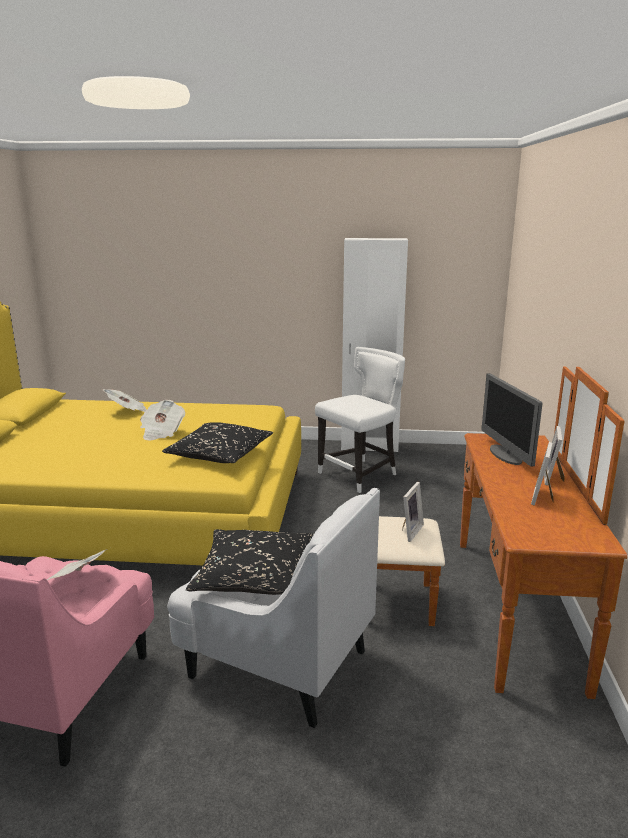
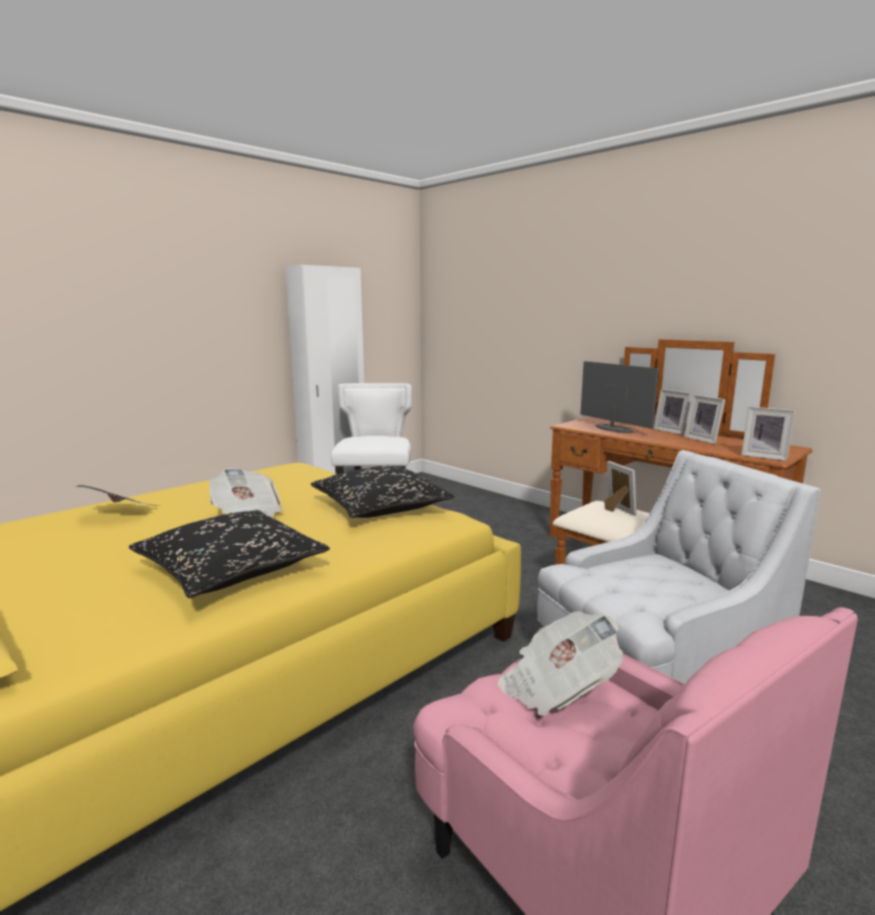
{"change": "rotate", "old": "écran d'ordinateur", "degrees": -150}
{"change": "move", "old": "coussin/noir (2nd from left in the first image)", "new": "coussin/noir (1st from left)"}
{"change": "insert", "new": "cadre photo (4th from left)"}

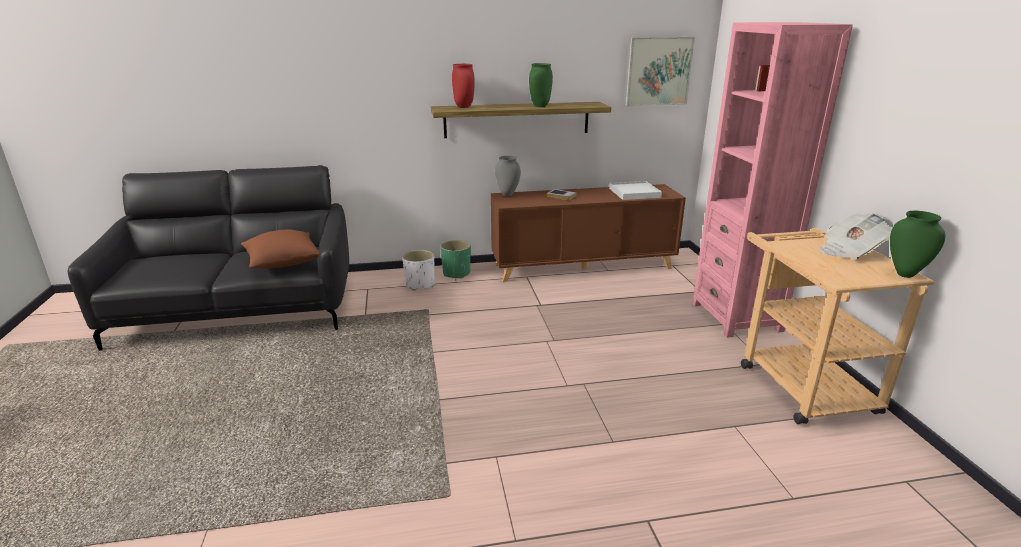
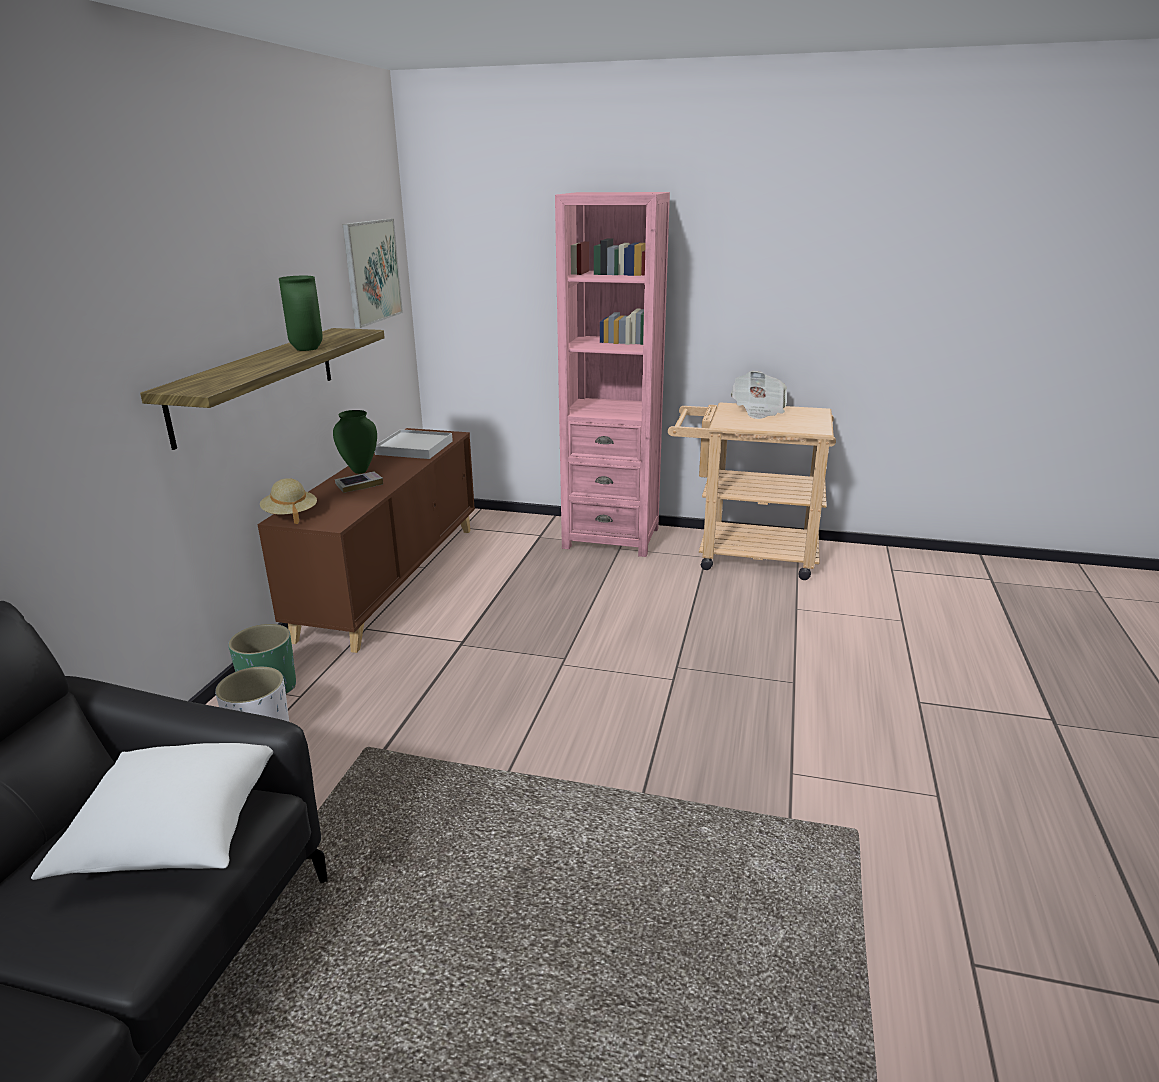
{"change": "delete", "old": "vase/rouge"}
{"change": "replace", "old": "vase/gris", "new": "chapeau/beige"}
{"change": "move", "old": "vase/vert (2nd from left)"}
{"change": "recolor", "old": "coussin/marron", "new": "coussin/blanc"}

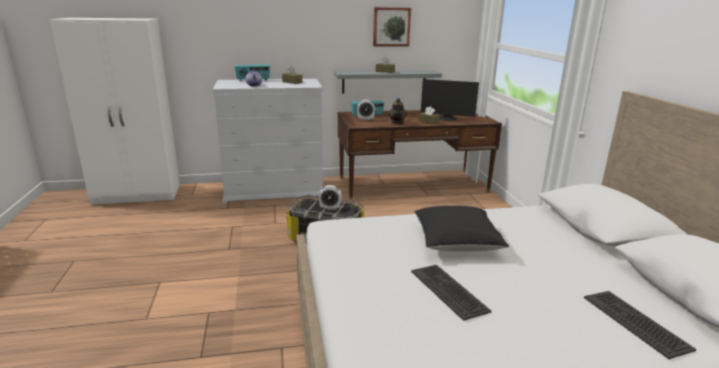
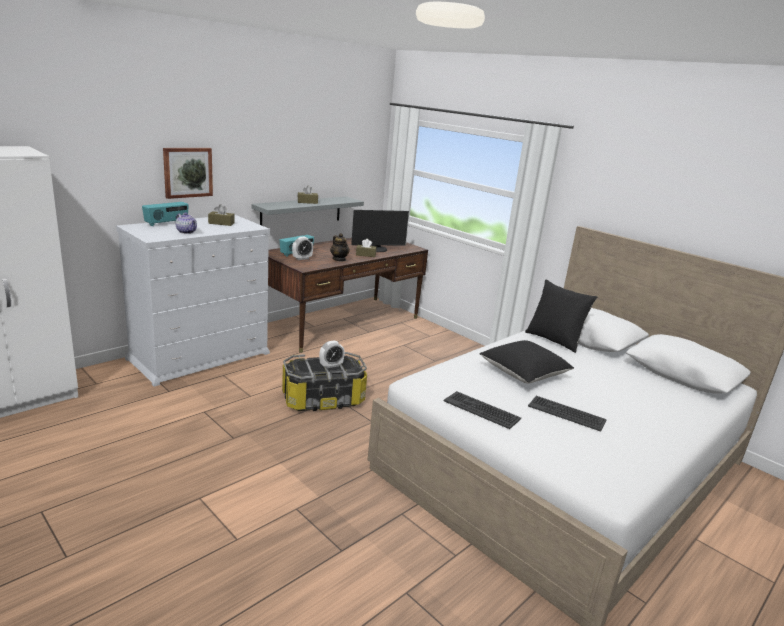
{"change": "move", "old": "tableau"}
{"change": "move", "old": "clavier (2nd from left in the first image)", "new": "clavier (1st from left)"}
{"change": "insert", "new": "coussin/noir (2nd from left)"}

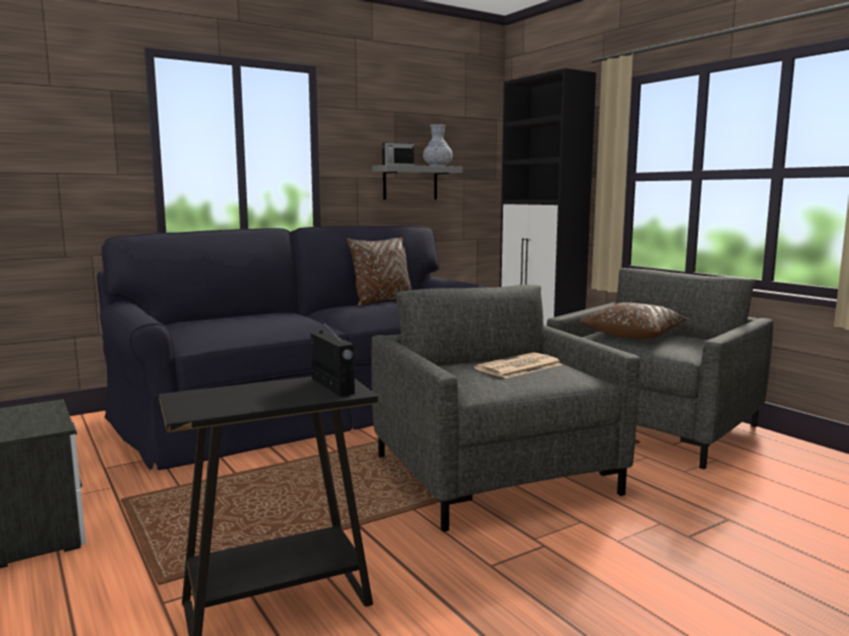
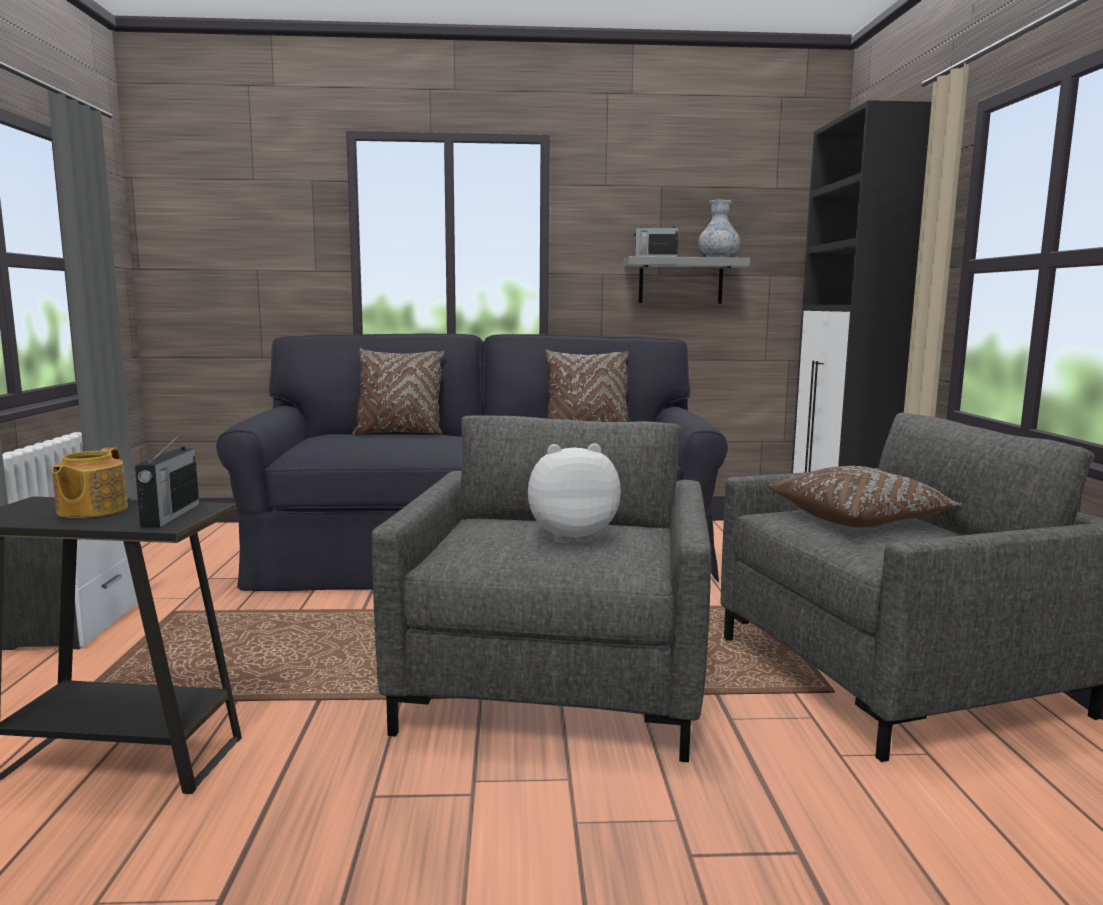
{"change": "replace", "old": "journal", "new": "peluche"}
{"change": "insert", "new": "coussin/marron (1st from left)"}
{"change": "insert", "new": "théière"}

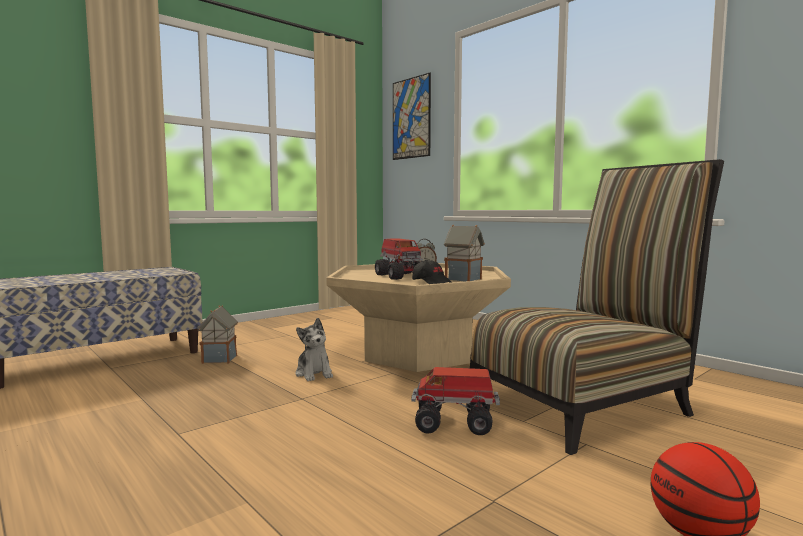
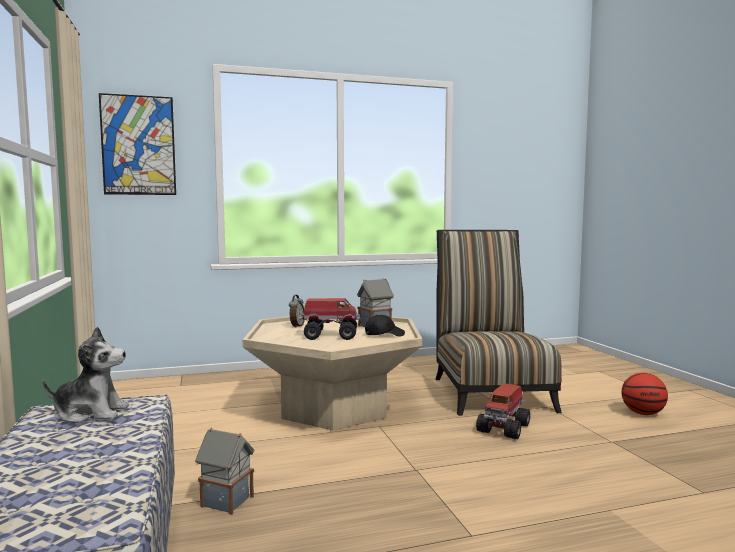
{"change": "move", "old": "peluche"}

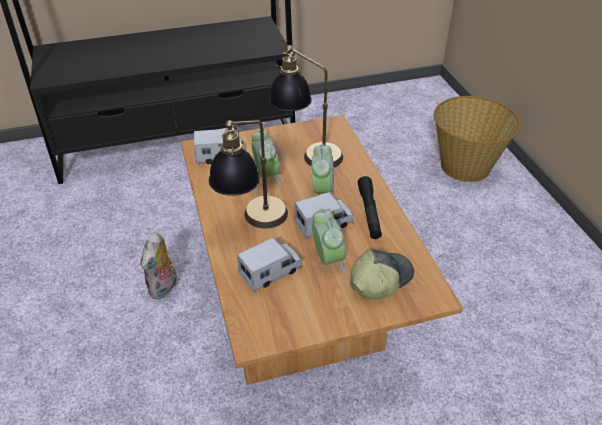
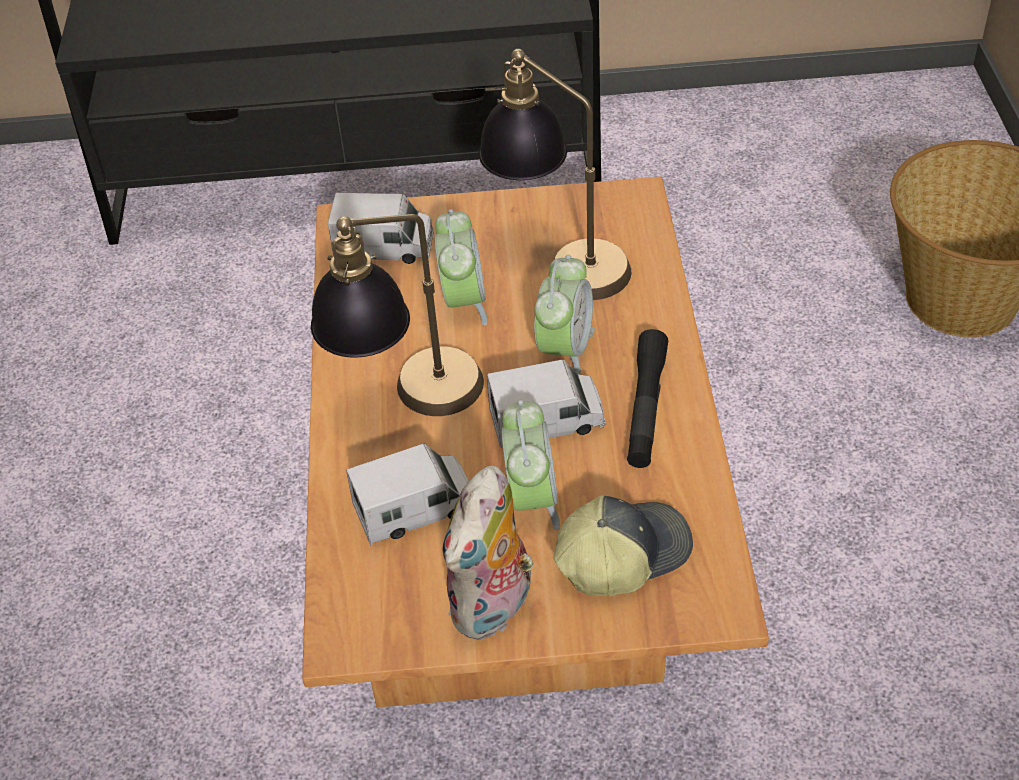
{"change": "move", "old": "peluche"}

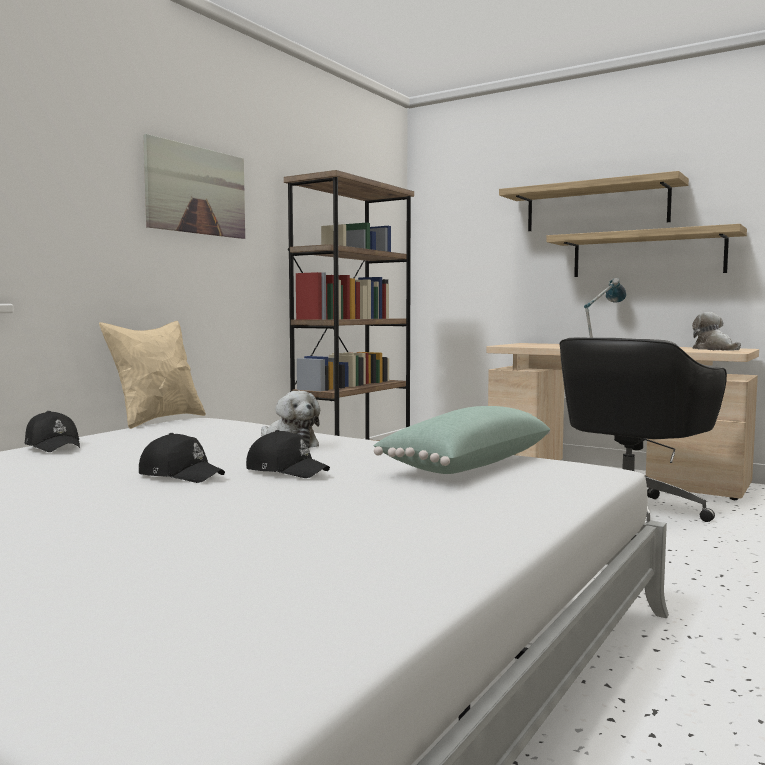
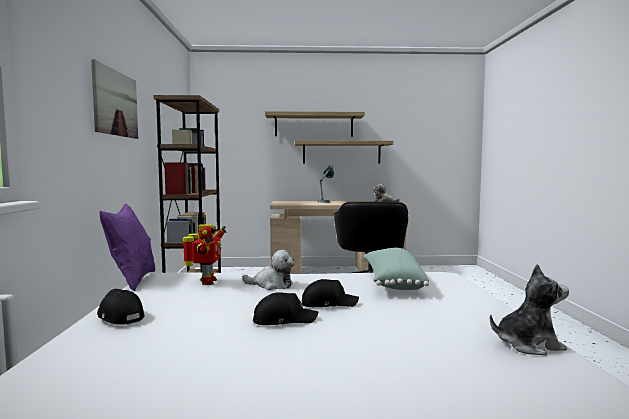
{"change": "recolor", "old": "coussin/beige", "new": "coussin/violet"}
{"change": "rotate", "old": "casquette/noir (1st from left)", "degrees": -150}
{"change": "insert", "new": "robot jouet"}
{"change": "insert", "new": "peluche (3rd from left)"}

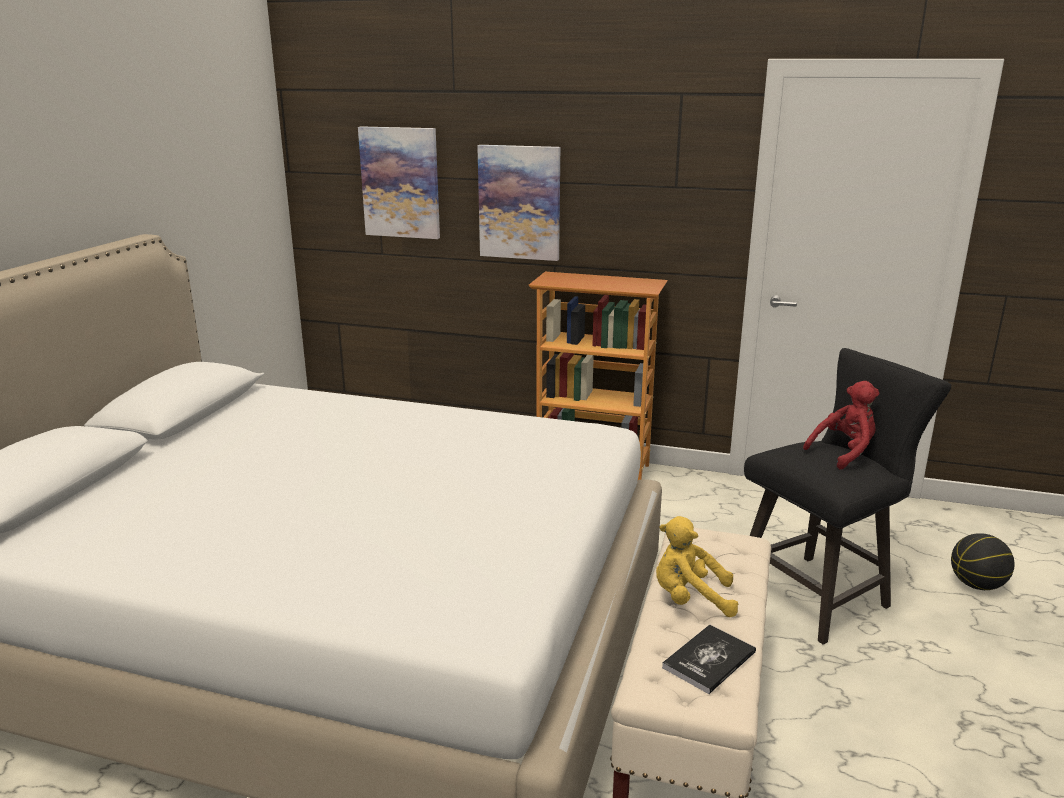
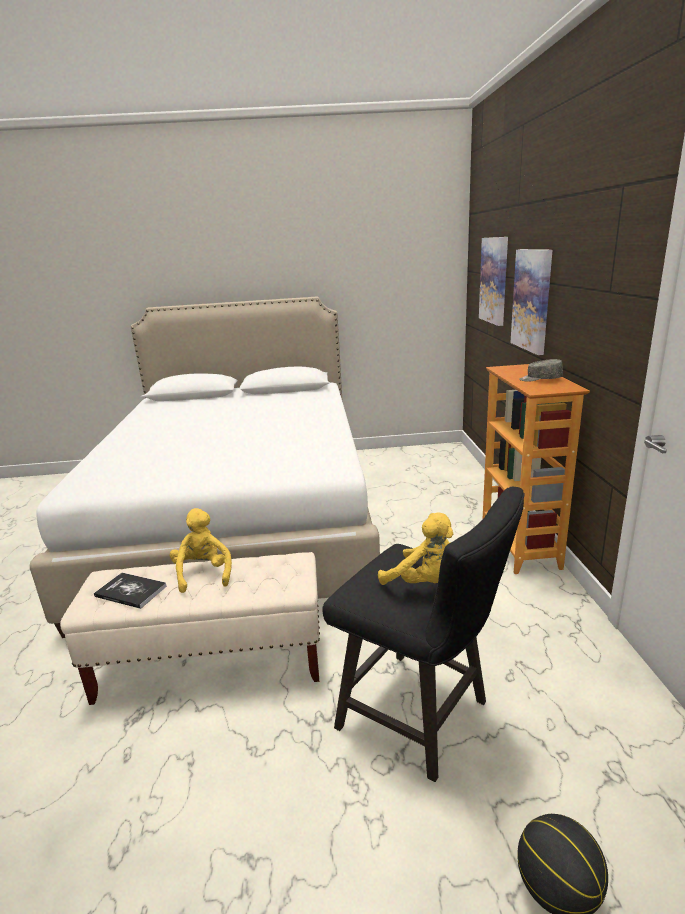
{"change": "recolor", "old": "peluche/rouge", "new": "peluche/jaune (2nd from left)"}
{"change": "insert", "new": "casquette/gris"}

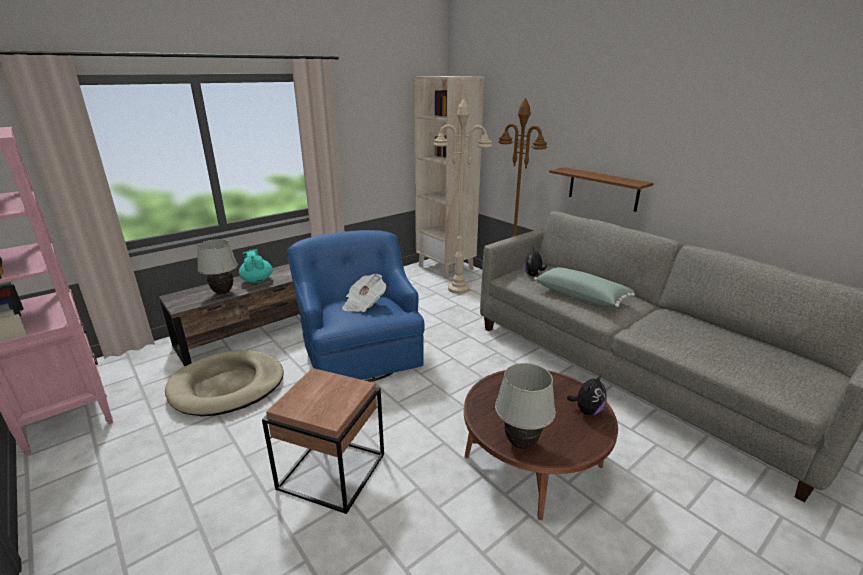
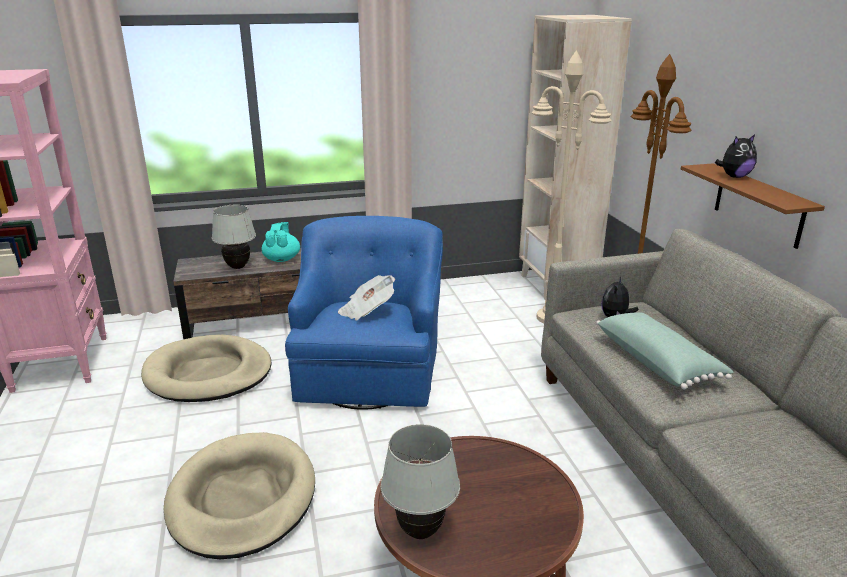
{"change": "replace", "old": "table d'appoint/marron", "new": "panier pour chien/beige (2nd from left)"}
{"change": "move", "old": "peluche (2nd from left)"}

